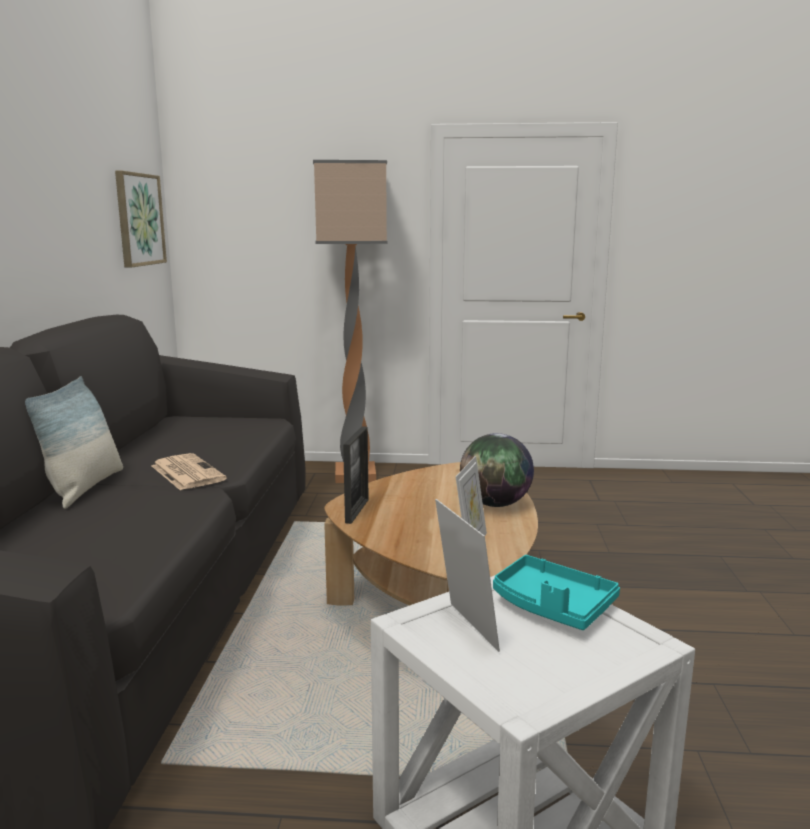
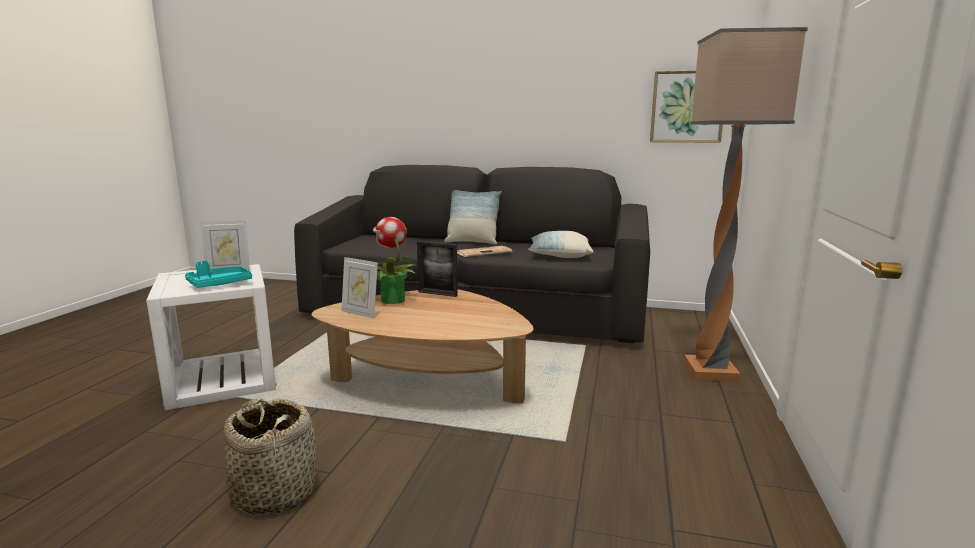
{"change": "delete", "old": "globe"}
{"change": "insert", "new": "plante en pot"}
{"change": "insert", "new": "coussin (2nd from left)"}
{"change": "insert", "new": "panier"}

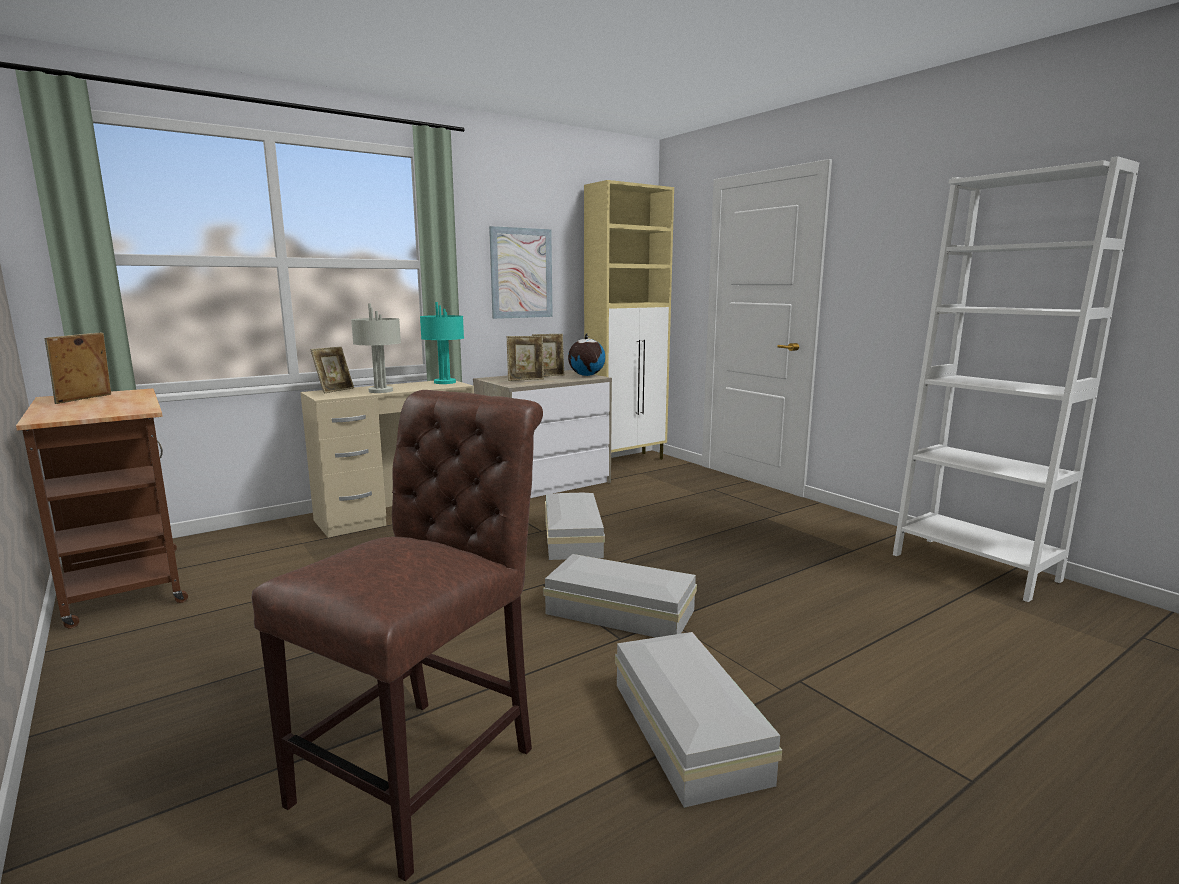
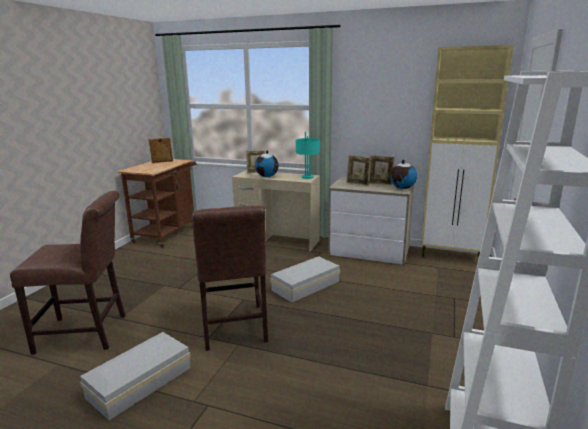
{"change": "delete", "old": "tableau"}
{"change": "replace", "old": "lampe de table/gris", "new": "globe (1st from left)"}
{"change": "replace", "old": "boîte de rangement/blanc (2nd from left)", "new": "chaise/marron (2nd from left)"}

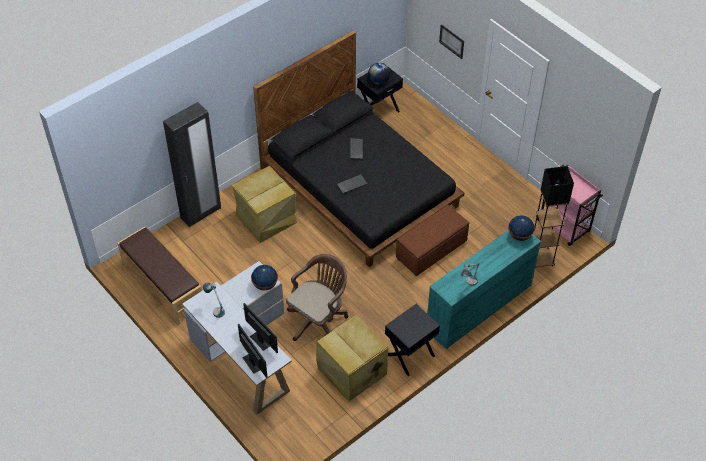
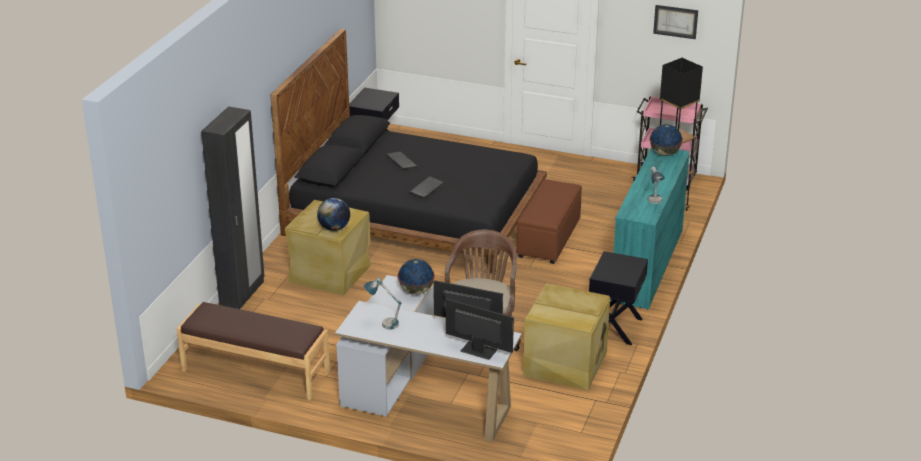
{"change": "move", "old": "tableau"}
{"change": "move", "old": "globe (2nd from left in the first image)", "new": "globe (1st from left)"}

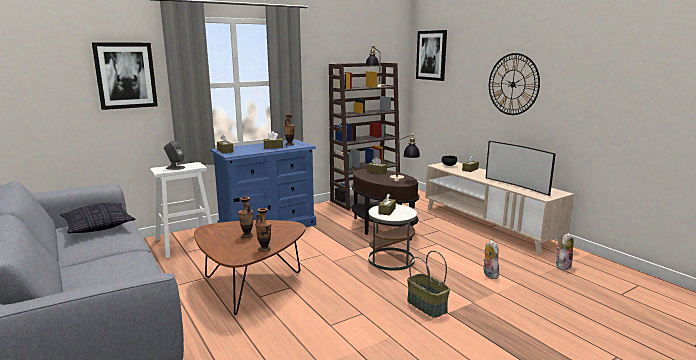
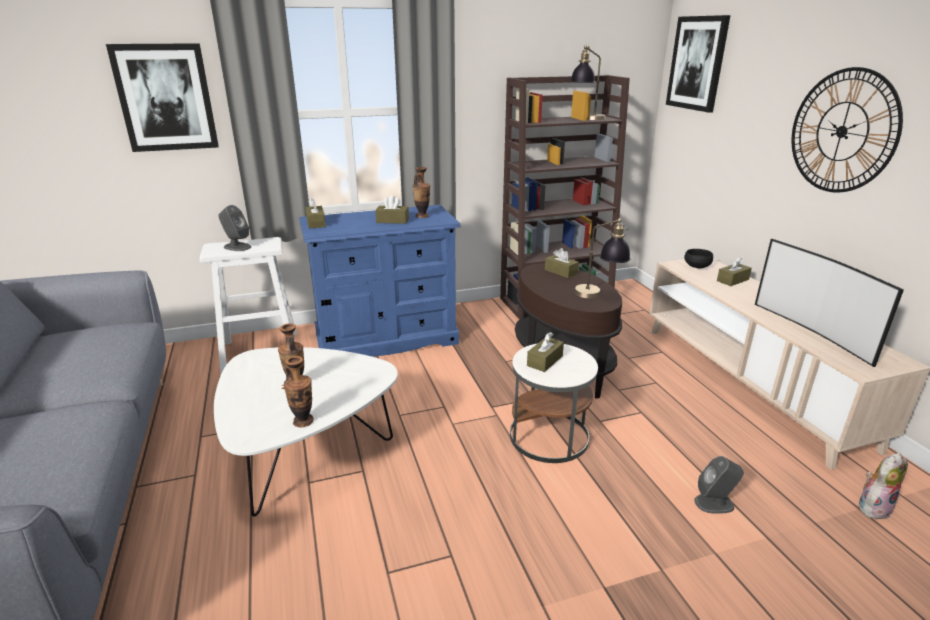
{"change": "delete", "old": "coussin"}
{"change": "recolor", "old": "table basse/marron", "new": "table basse/blanc"}
{"change": "replace", "old": "peluche (1st from left)", "new": "enceinte/gris (2nd from left)"}
{"change": "delete", "old": "panier"}

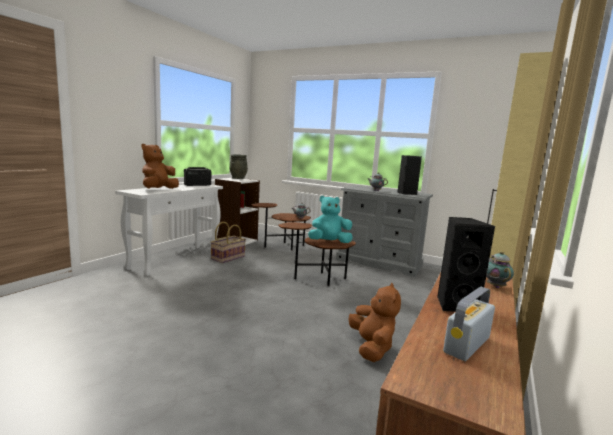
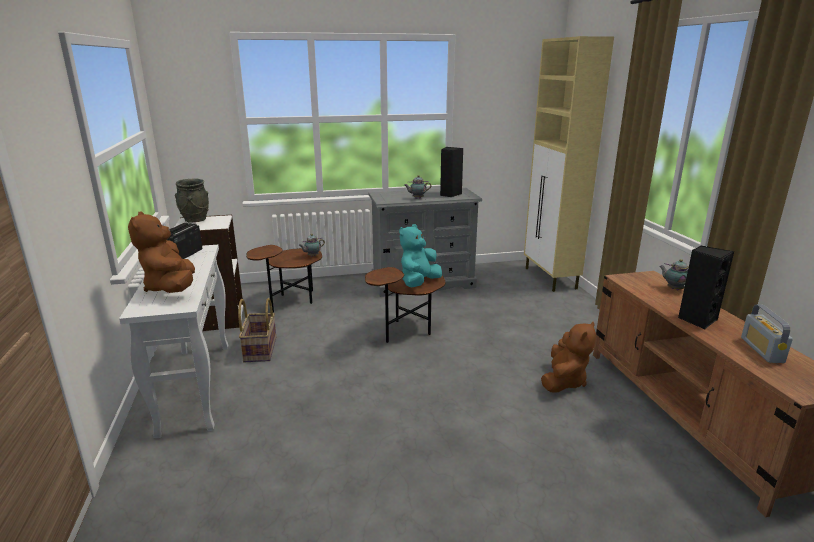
{"change": "rotate", "old": "peluche/marron (2nd from left)", "degrees": 75}

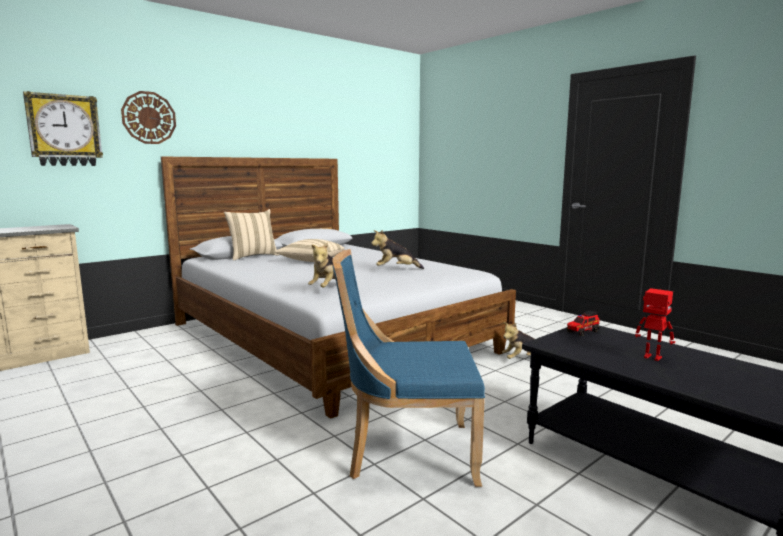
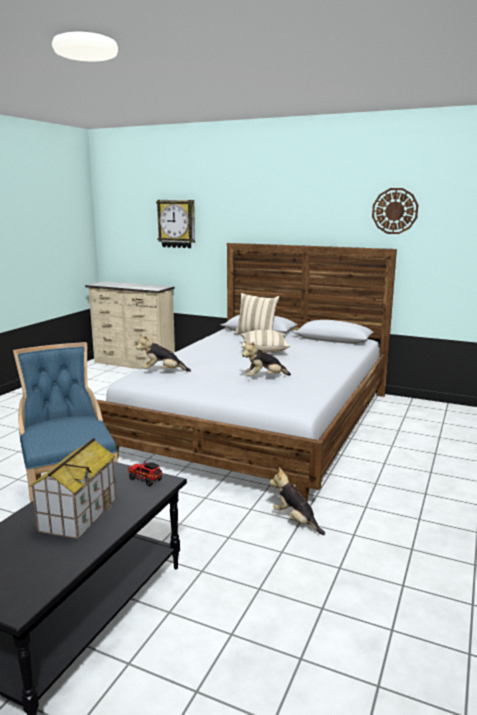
{"change": "move", "old": "horloge murale (2nd from left)"}
{"change": "rotate", "old": "peluche (2nd from left)", "degrees": -75}
{"change": "replace", "old": "robot jouet", "new": "maison miniature"}

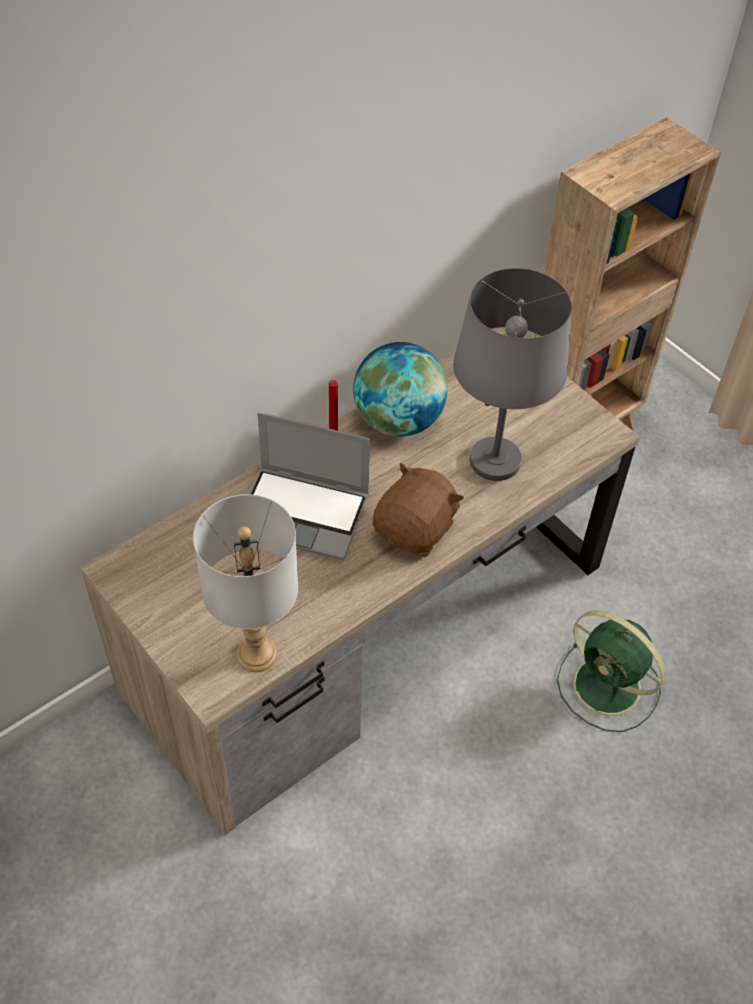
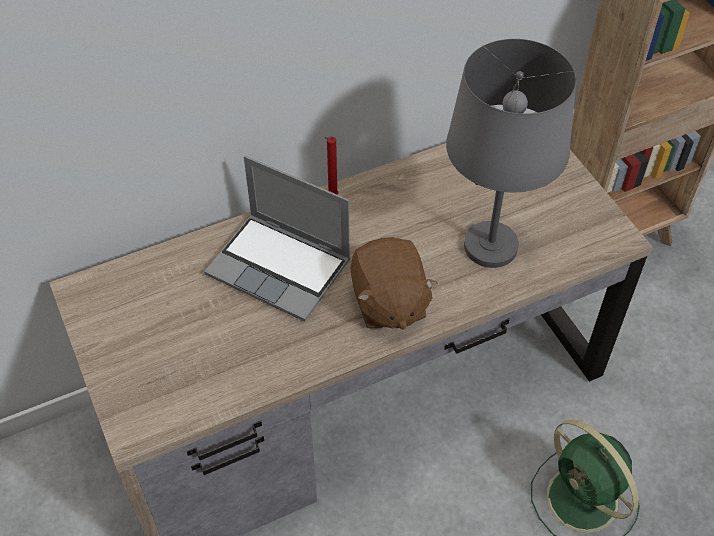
{"change": "delete", "old": "globe"}
{"change": "rotate", "old": "peluche/marron", "degrees": 120}
{"change": "delete", "old": "lampe de table/gris (1st from left)"}

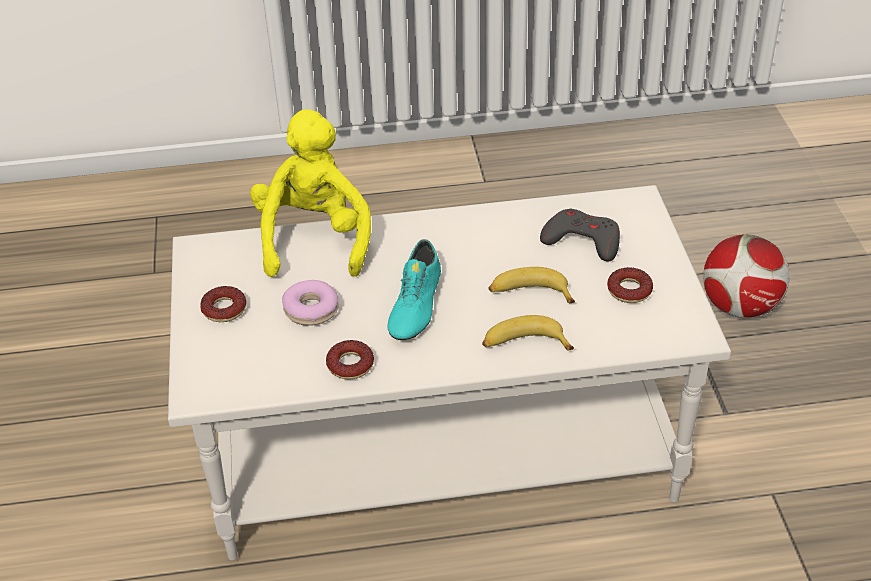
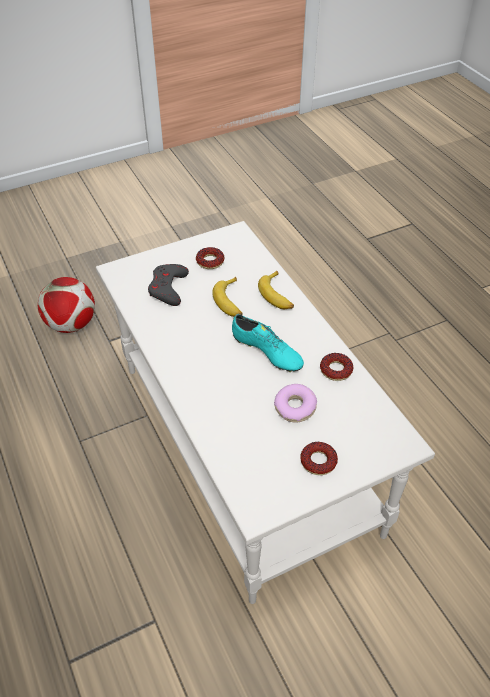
{"change": "delete", "old": "peluche/jaune"}
{"change": "rotate", "old": "chaussure/turquoise", "degrees": 45}

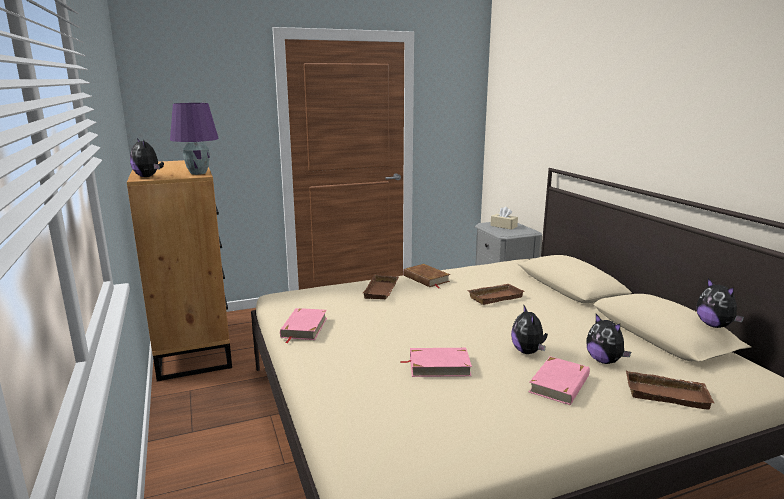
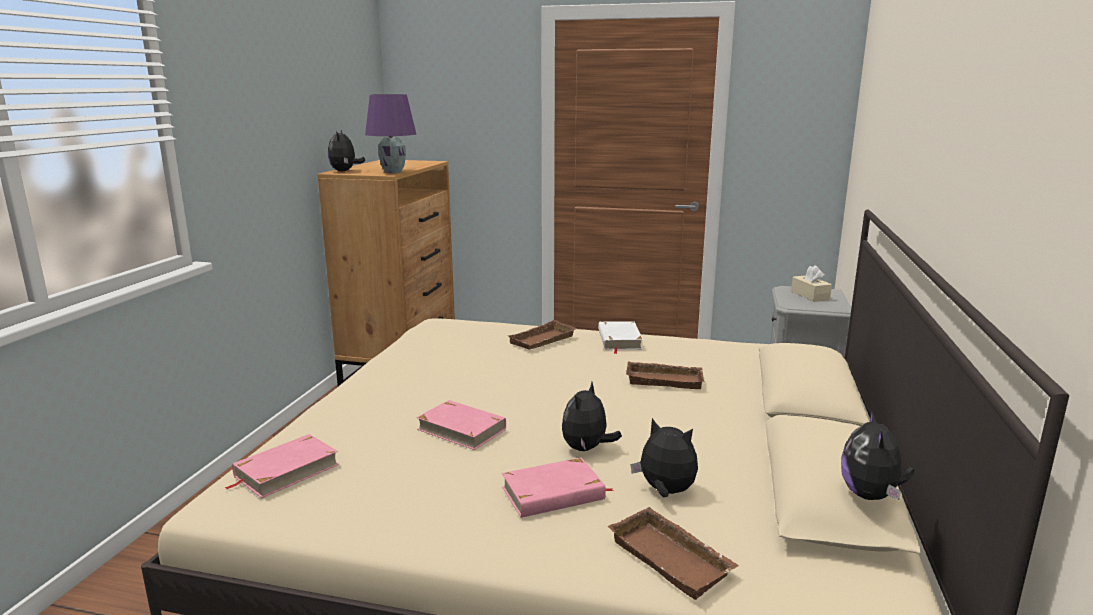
{"change": "recolor", "old": "livre/marron", "new": "livre/blanc"}
{"change": "move", "old": "livre/rose (1st from left)"}
{"change": "rotate", "old": "peluche (3rd from left)", "degrees": 120}

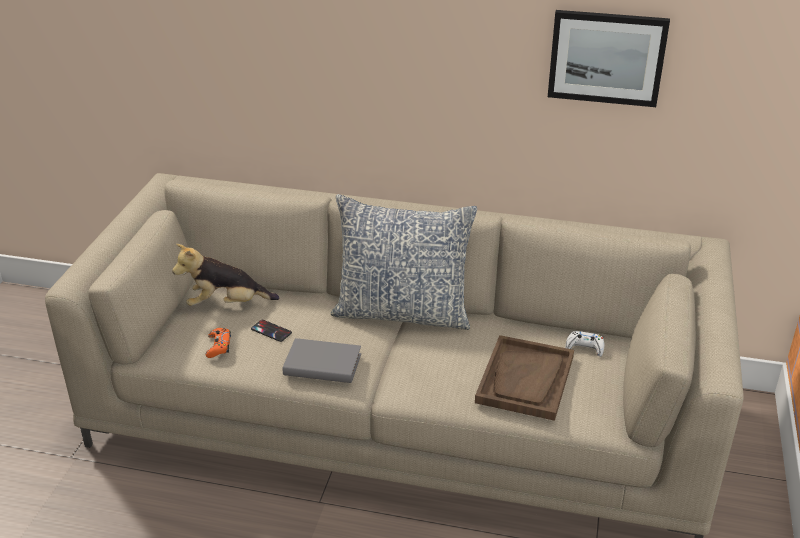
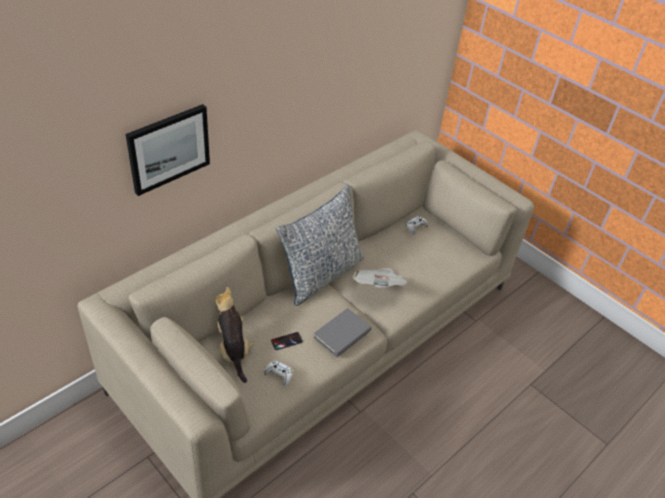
{"change": "move", "old": "tableau"}
{"change": "rotate", "old": "peluche", "degrees": 135}
{"change": "recolor", "old": "manette/orange", "new": "manette/blanc (1st from left)"}
{"change": "delete", "old": "plateau/marron"}
{"change": "insert", "new": "journal"}

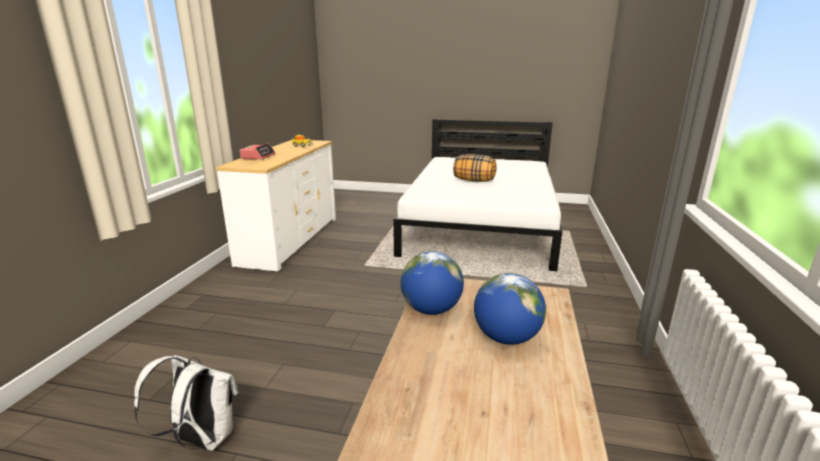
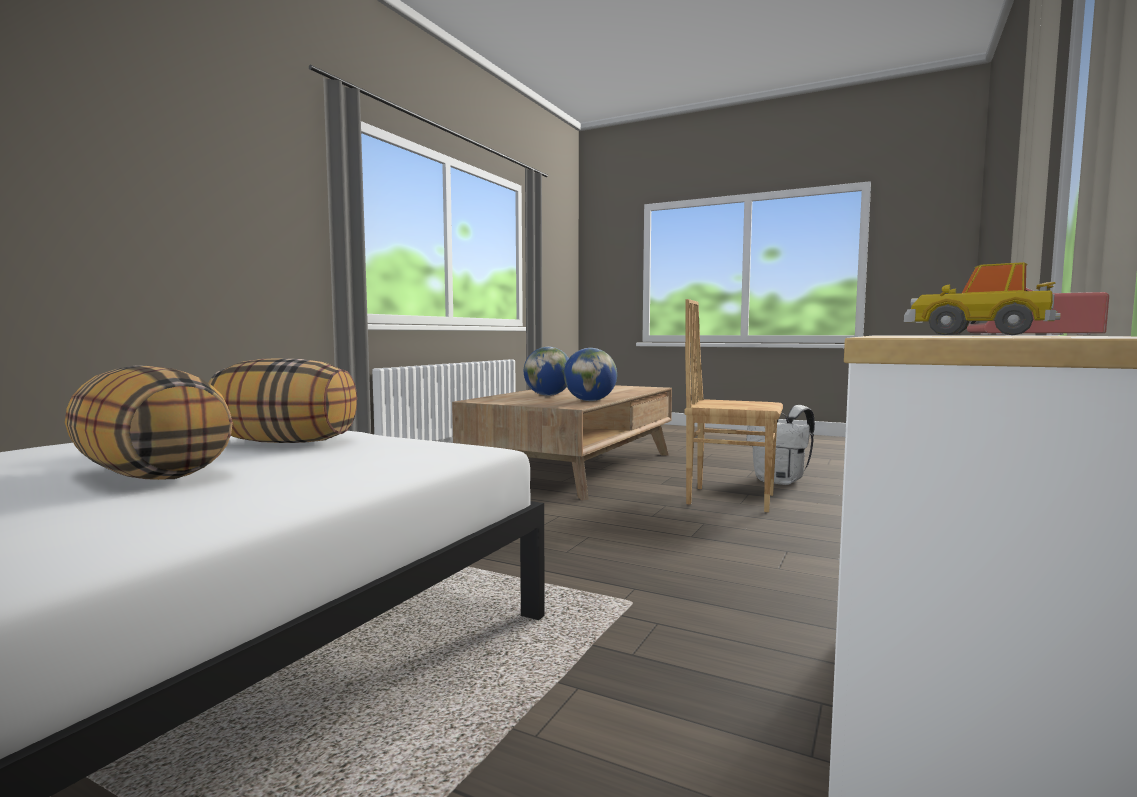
{"change": "insert", "new": "chaise/marron"}
{"change": "insert", "new": "coussin (2nd from left)"}

